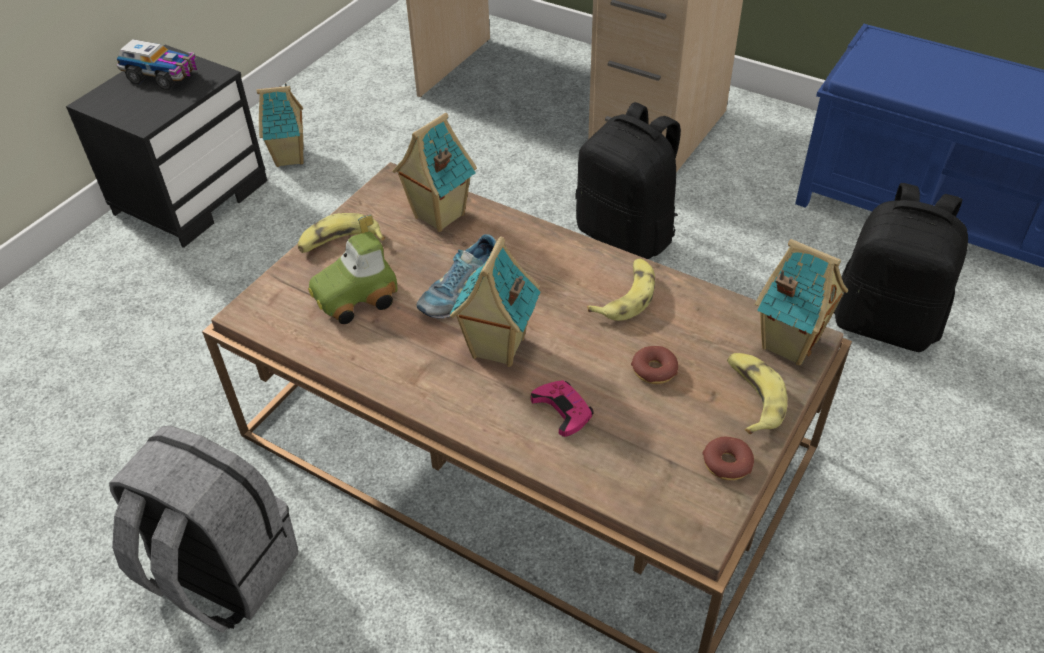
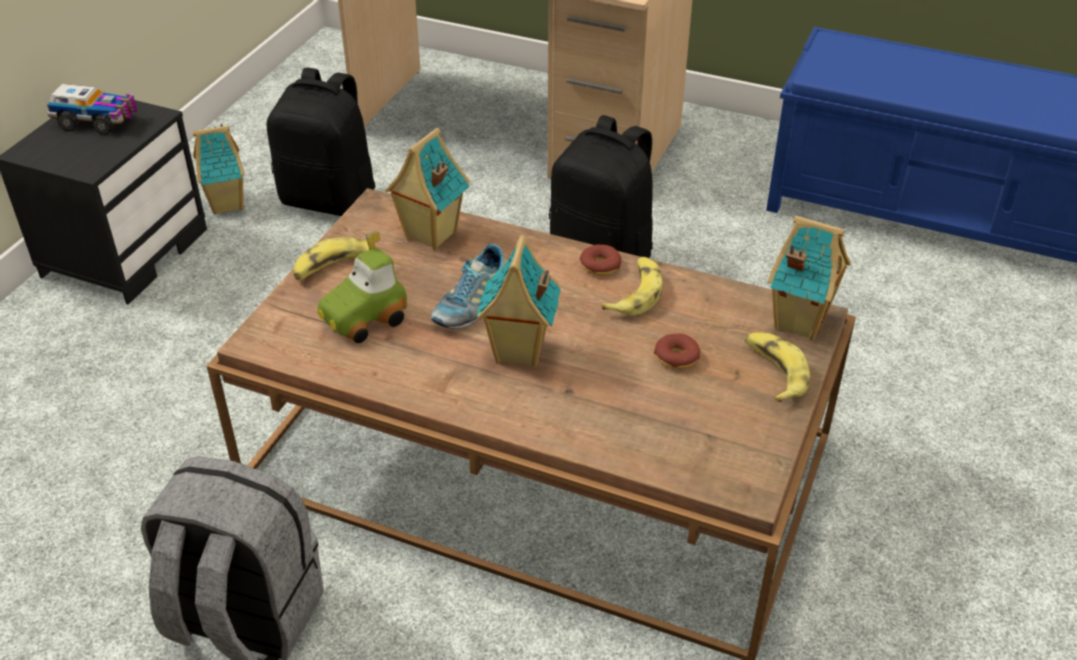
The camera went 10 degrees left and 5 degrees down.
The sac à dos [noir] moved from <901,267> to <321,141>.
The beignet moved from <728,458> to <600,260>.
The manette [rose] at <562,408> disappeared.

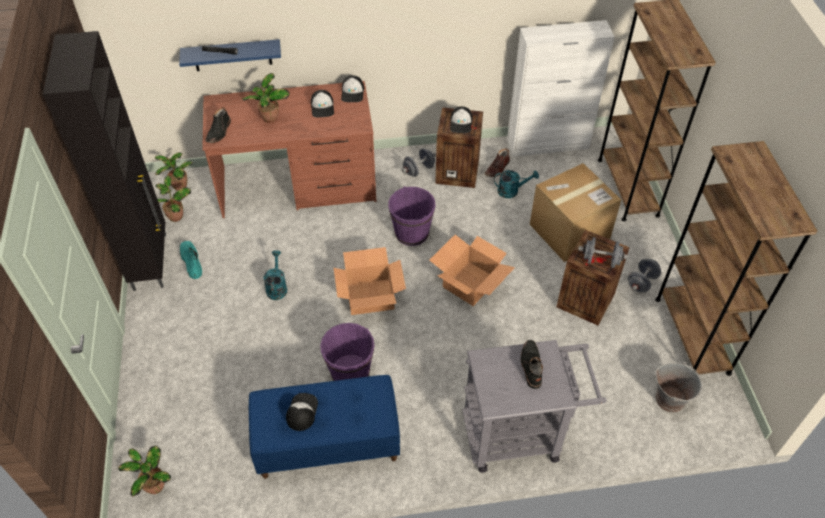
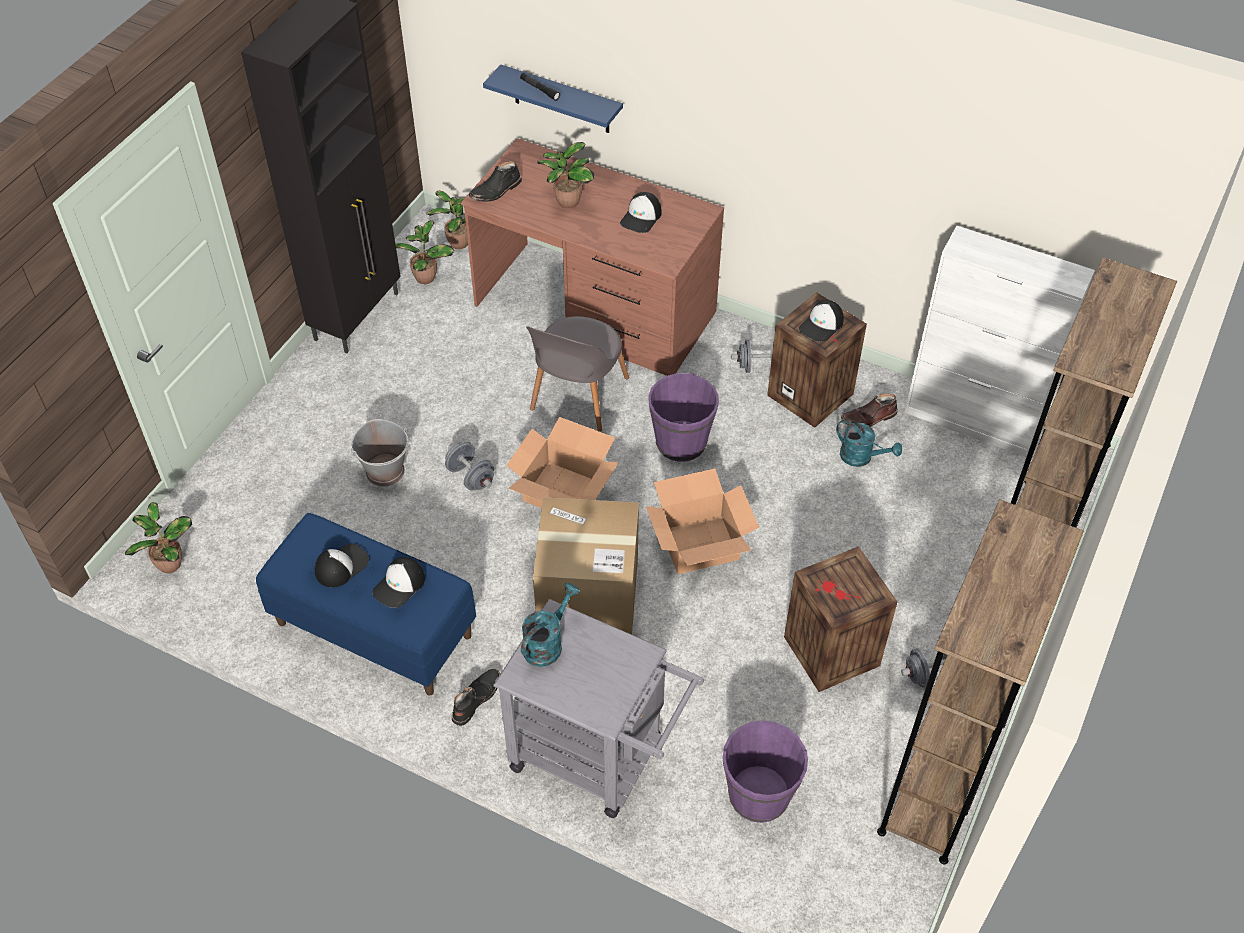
The camera went 35 degrees right and 0 degrees up.
The seau [gris] moved from <678,387> to <380,453>.
The casquette moved from <352,88> to <398,582>.
The haltère [gris] moved from <603,252> to <469,466>.
The botte [noir] moved from <532,364> to <476,697>.
The arrosoir [turquoise] moved from <275,275> to <550,625>.
The chaise [gris] at <577,374> appeared.
The carton moved from <575,212> to <586,565>.
The seau [violet] moved from <347,352> to <765,771>.
The botte [turquoise] at <191,260> disappeared.

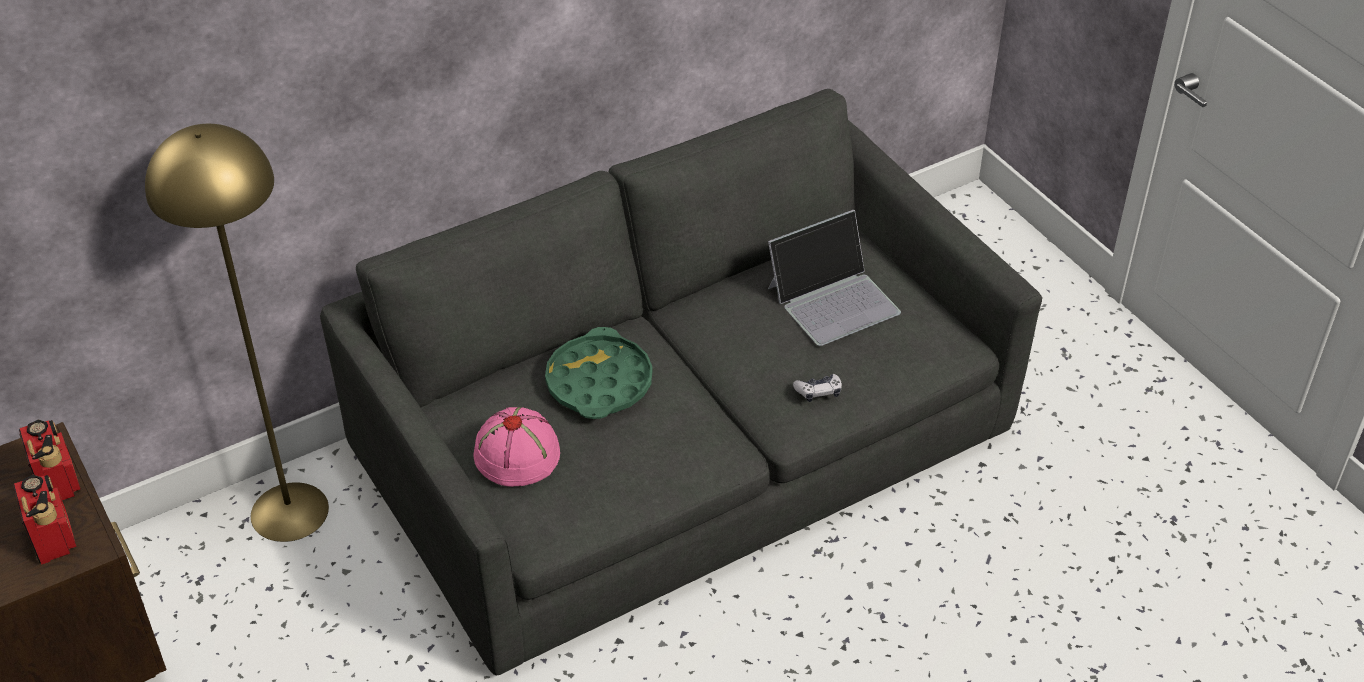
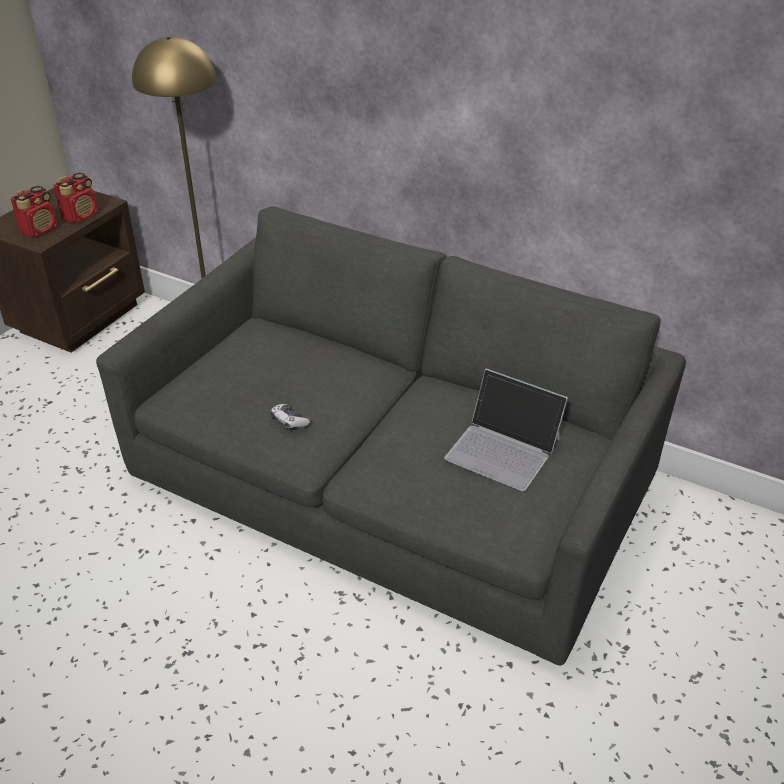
The camera went 60 degrees right and 5 degrees down.
The manette moved from <817,388> to <290,417>.
The chapeau [rose] at <516,447> disappeared.
The plateau [vert] at <598,373> disappeared.

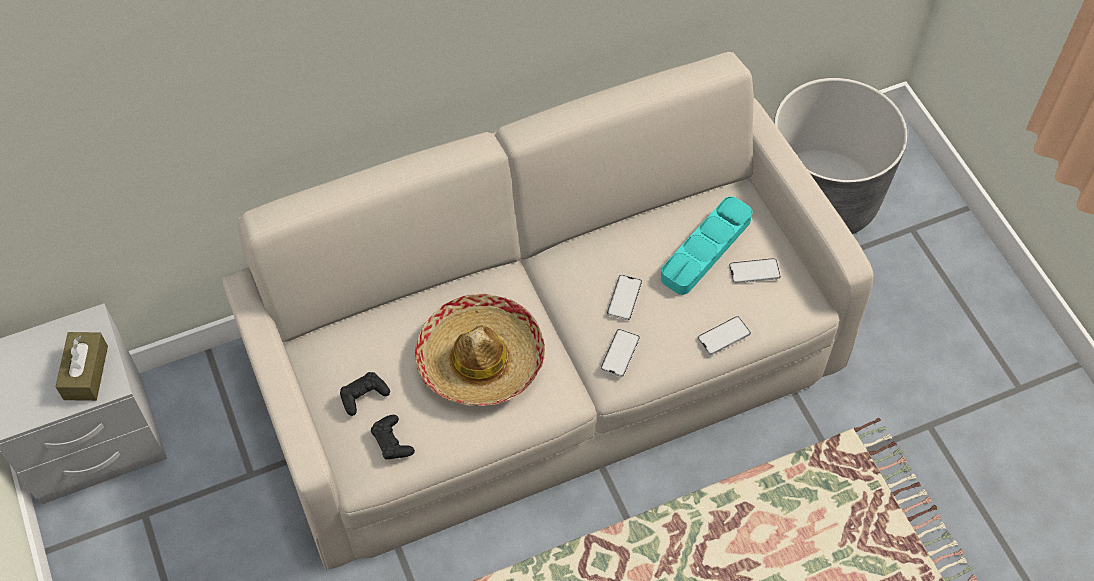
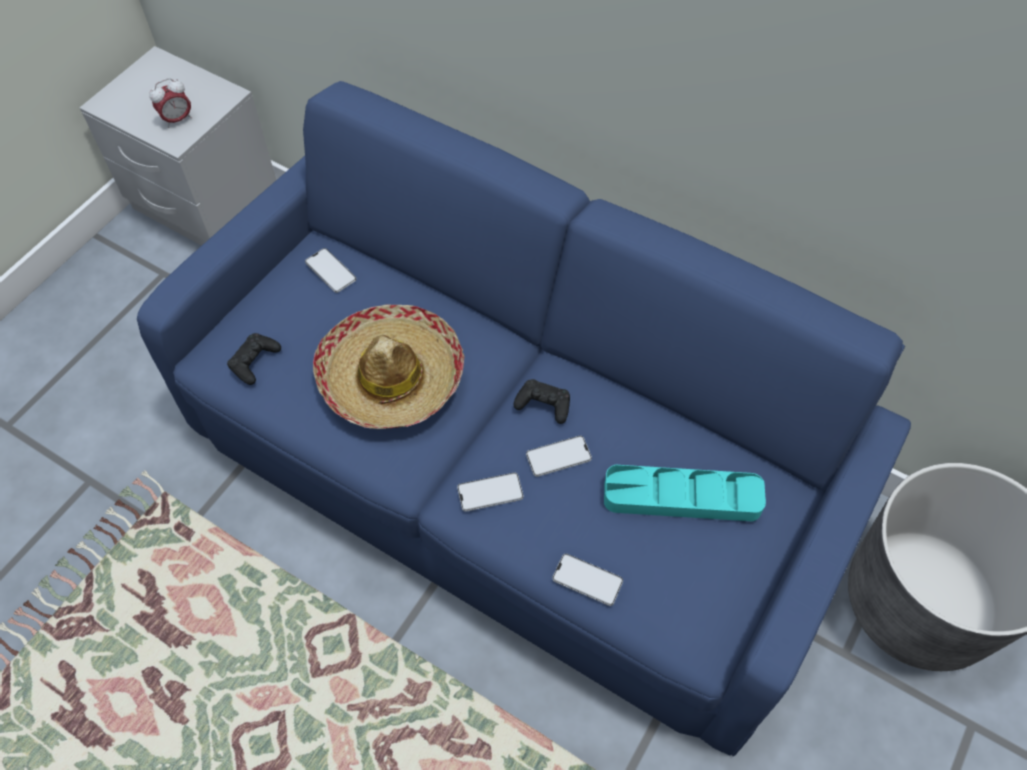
The camera went 55 degrees right and 0 degrees up.
The canapé [beige] at <548,311> became the canapé [bleu] at <524,418>.
The boîte à mouchoirs [marron] at <82,366> was replaced by the réveil at <170,103>.
The téléphone moved from <755,270> to <330,270>.
The manette [noir] moved from <365,394> to <541,401>.

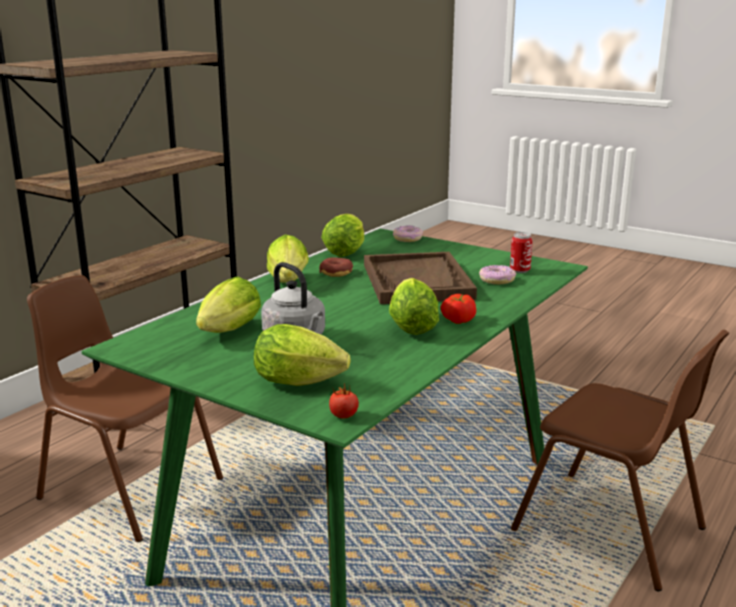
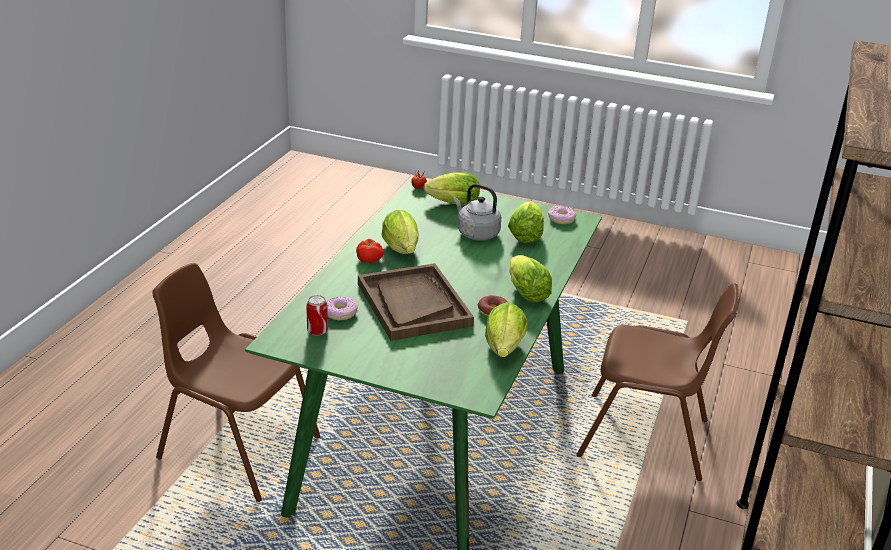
The camera went 165 degrees right and 10 degrees up.
The beignet moved from <408,233> to <562,215>.

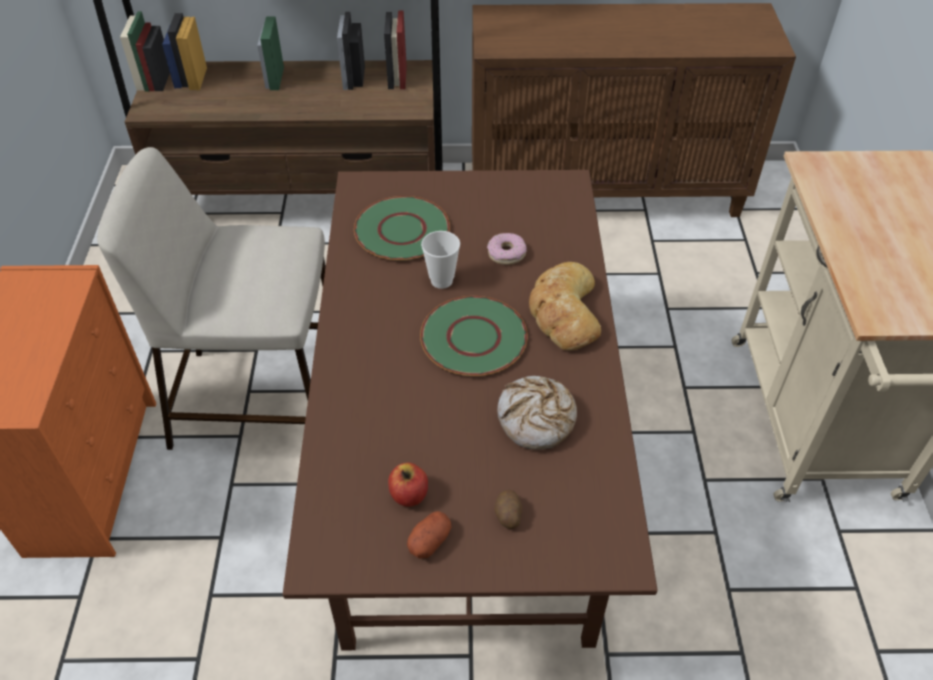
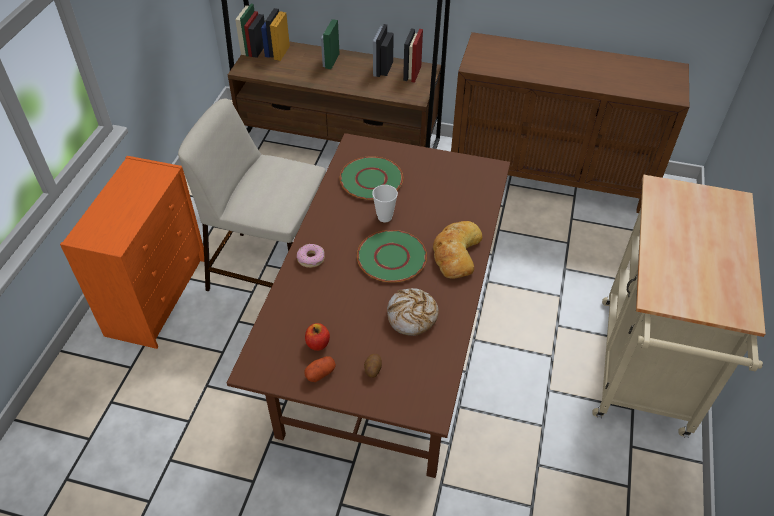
The camera went 15 degrees right and 0 degrees up.
The beignet moved from <507,249> to <311,256>.

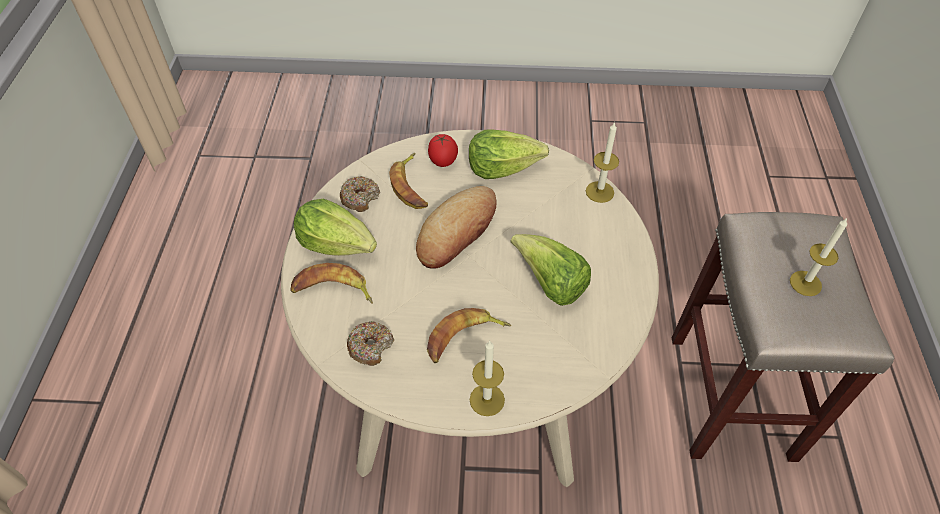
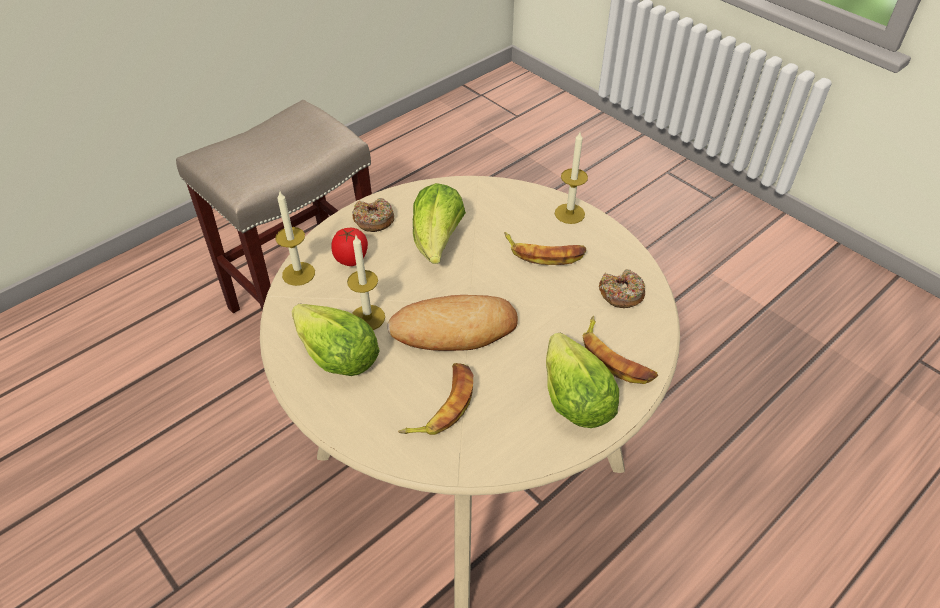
The camera went 135 degrees left and 5 degrees down.
The tomate moved from <443,150> to <349,247>.
The bougie moved from <818,257> to <366,283>.
The beignet moved from <360,194> to <373,215>.

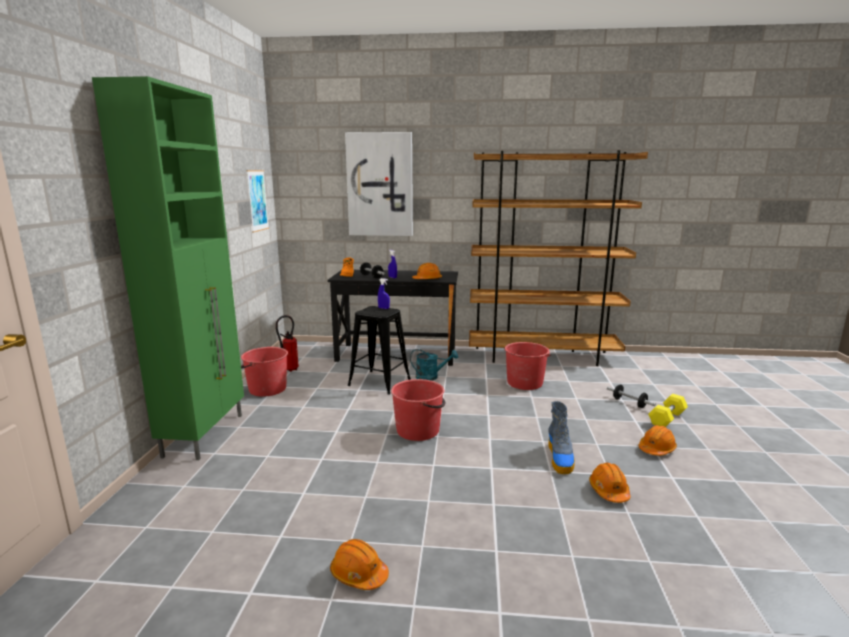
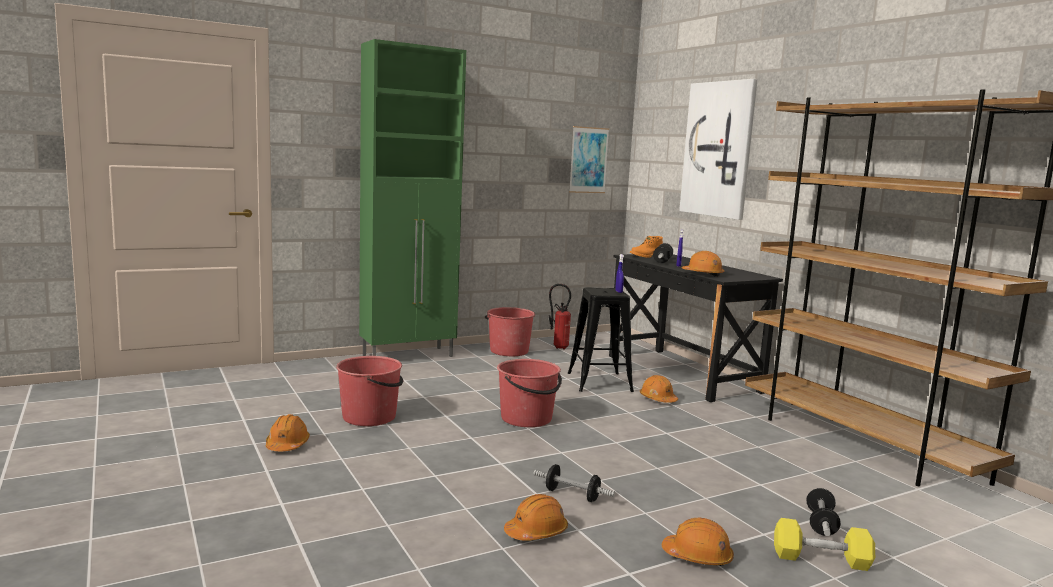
The camera went 55 degrees right and 5 degrees down.
The seau [rouge] moved from <527,366> to <370,391>.
The botte at <561,437> was replaced by the haltère at <574,483>.
The arrosoir [turquoise] at <434,365> was replaced by the casque de chantier [orange] at <659,389>.

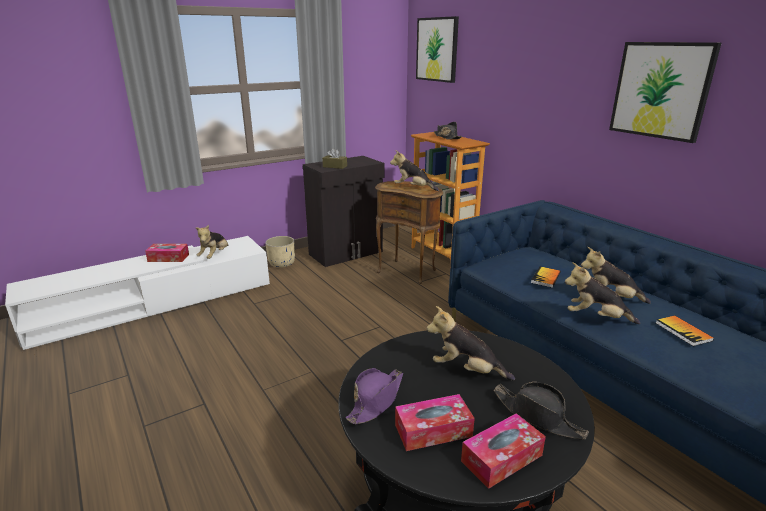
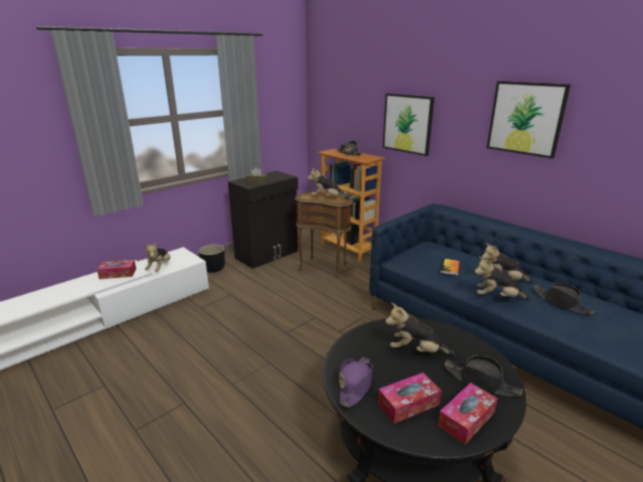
The camera went 10 degrees left and 0 degrees up.
The cache-pot [beige] at <280,252> became the cache-pot [noir] at <212,258>.
The tableau moved from <437,49> to <409,124>.
The livre at <685,331> was replaced by the chapeau [noir] at <564,298>.

